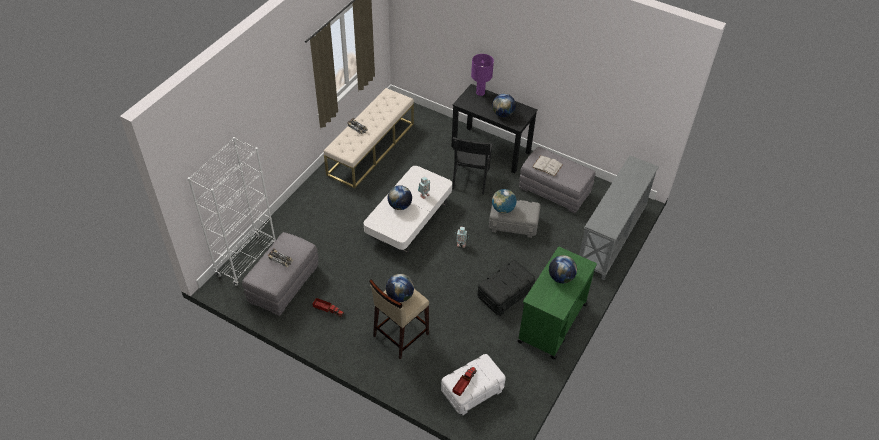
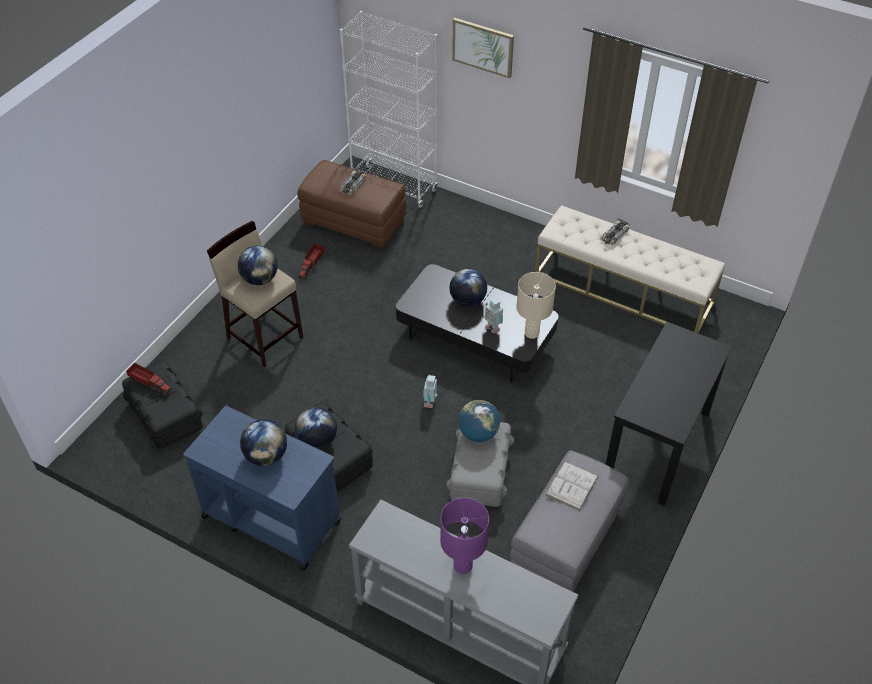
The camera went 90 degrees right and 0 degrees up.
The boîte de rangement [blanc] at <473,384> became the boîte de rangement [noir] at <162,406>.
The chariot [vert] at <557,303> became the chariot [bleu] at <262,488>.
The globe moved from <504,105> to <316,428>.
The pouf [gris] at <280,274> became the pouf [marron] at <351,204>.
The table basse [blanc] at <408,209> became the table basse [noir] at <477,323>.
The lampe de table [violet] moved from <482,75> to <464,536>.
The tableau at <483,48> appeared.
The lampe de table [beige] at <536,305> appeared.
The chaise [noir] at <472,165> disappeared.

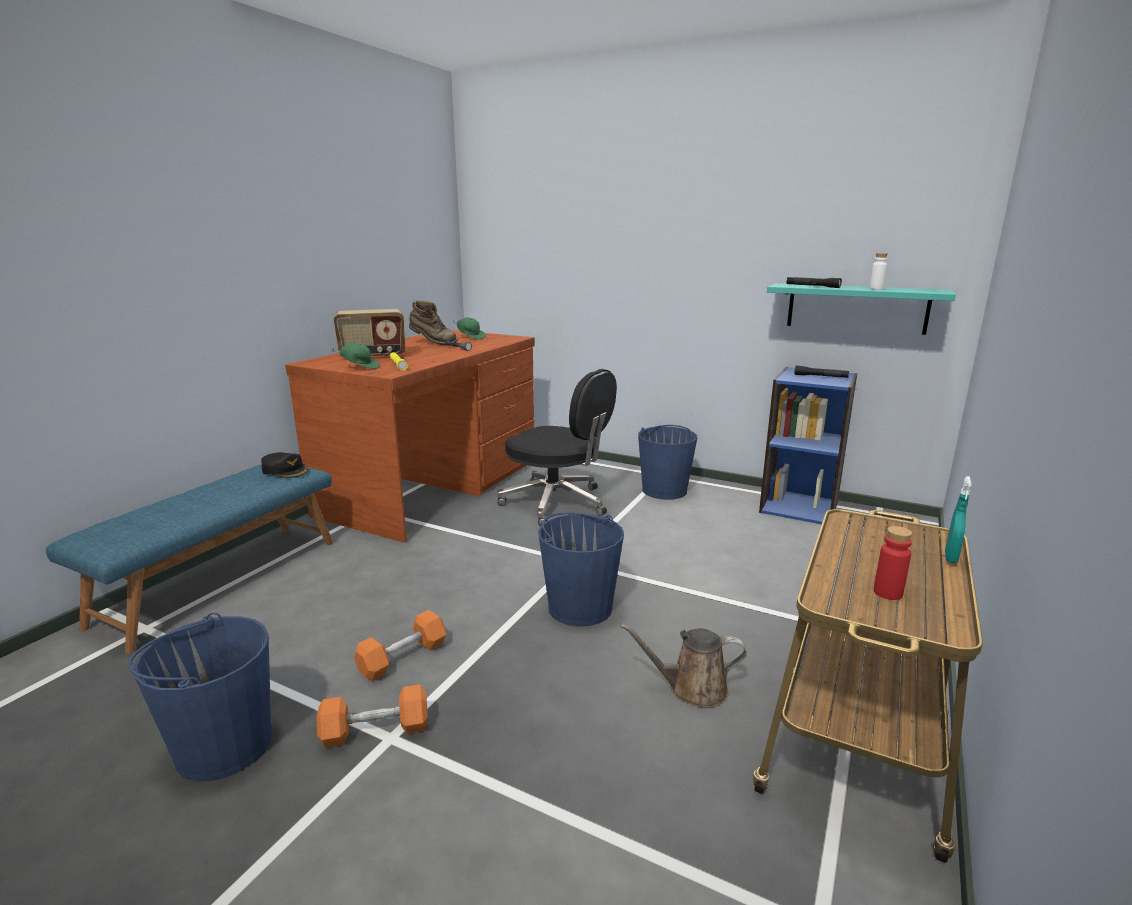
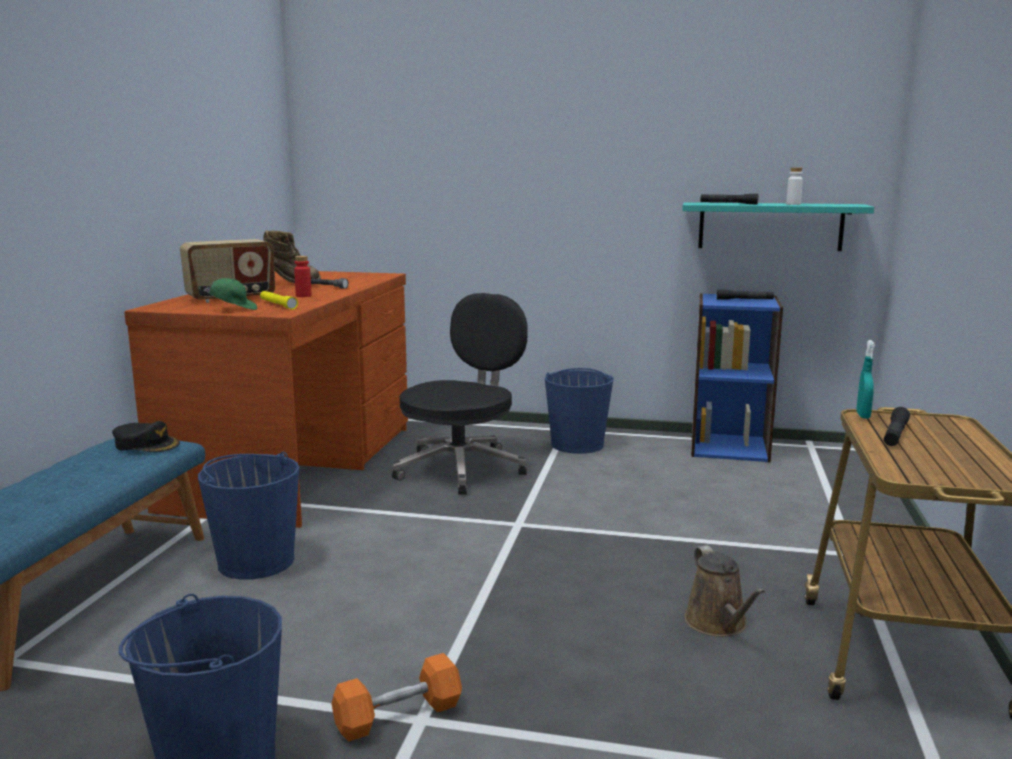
The camera went 15 degrees left and 5 degrees down.
The seau [bleu] moved from <581,569> to <248,516>.
The bouteille [rouge] moved from <893,563> to <303,276>.
The chaise de bureau [noir] at <557,447> turned 75 degrees counterclockwise.
The arrosoir [marron] at <683,666> turned 90 degrees counterclockwise.
The vaporisateur [turquoise] moved from <958,519> to <865,379>.
The lampe de poche [noir] at <897,426> appeared.
The haltère [orange] at <400,645> disappeared.
The casquette [vert] at <469,328> disappeared.

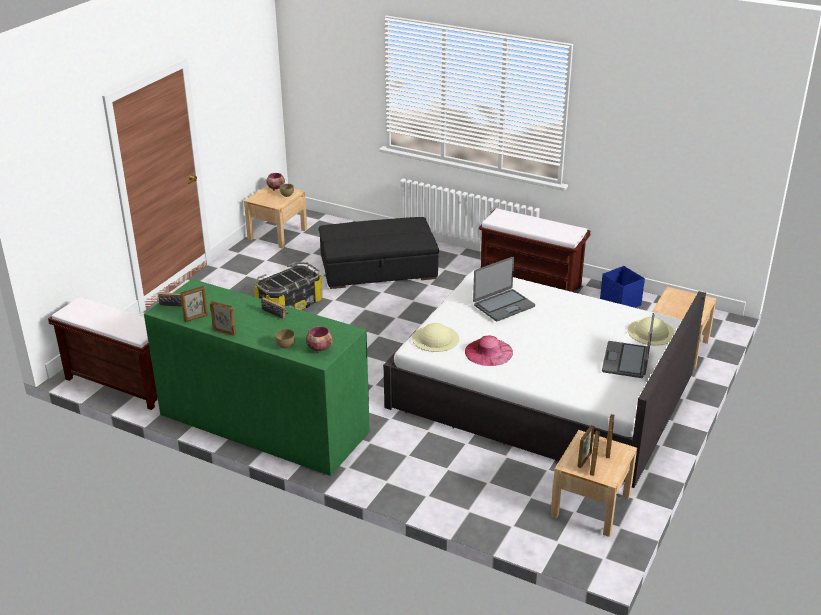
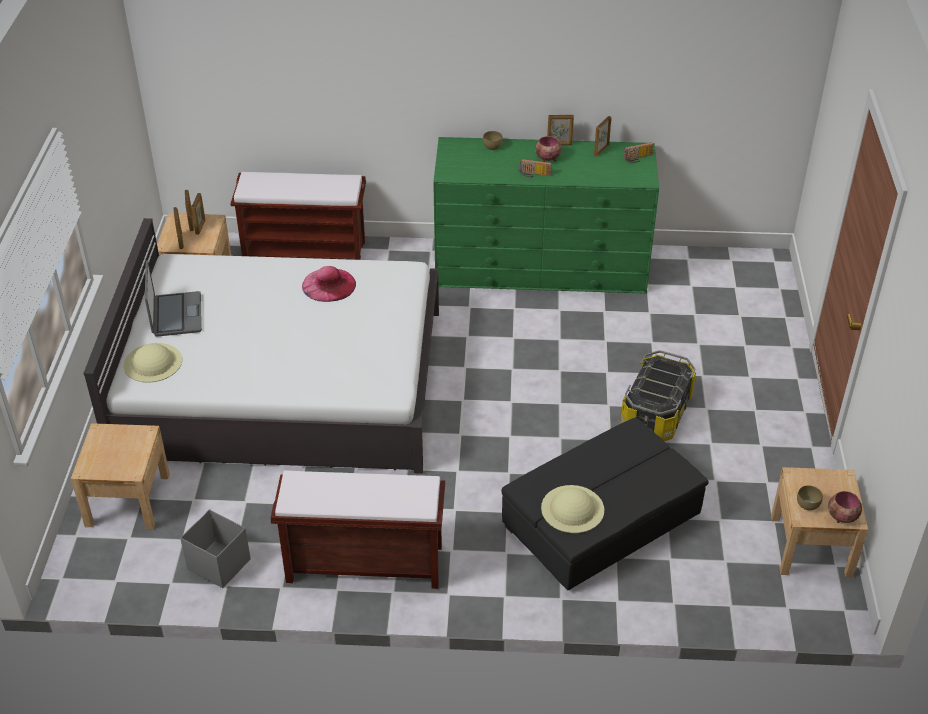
The camera went 155 degrees right and 10 degrees up.
The boîte de rangement [bleu] at <622,287> became the boîte de rangement [gris] at <215,548>.
The banc [marron] moved from <103,353> to <298,216>.
The bol moved from <319,339> to <548,149>.
The chapeau [beige] moved from <435,337> to <572,509>.
The ordinateur portable at <504,289> disappeared.

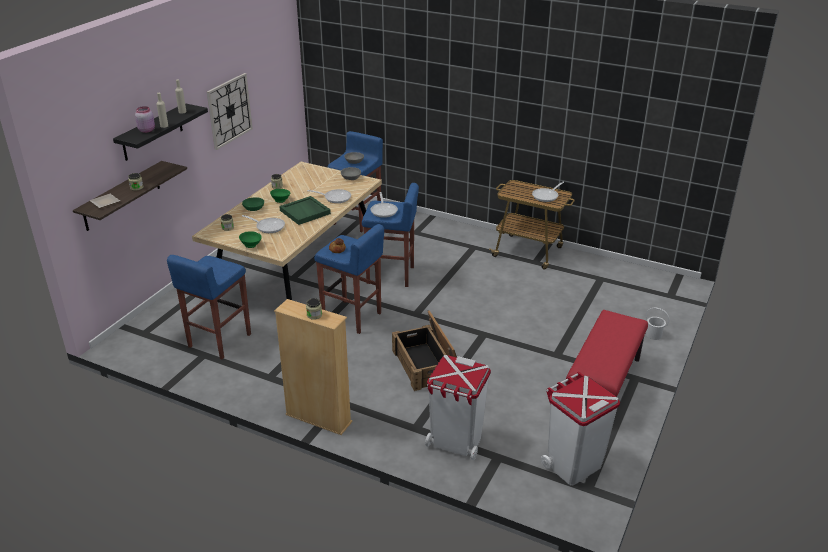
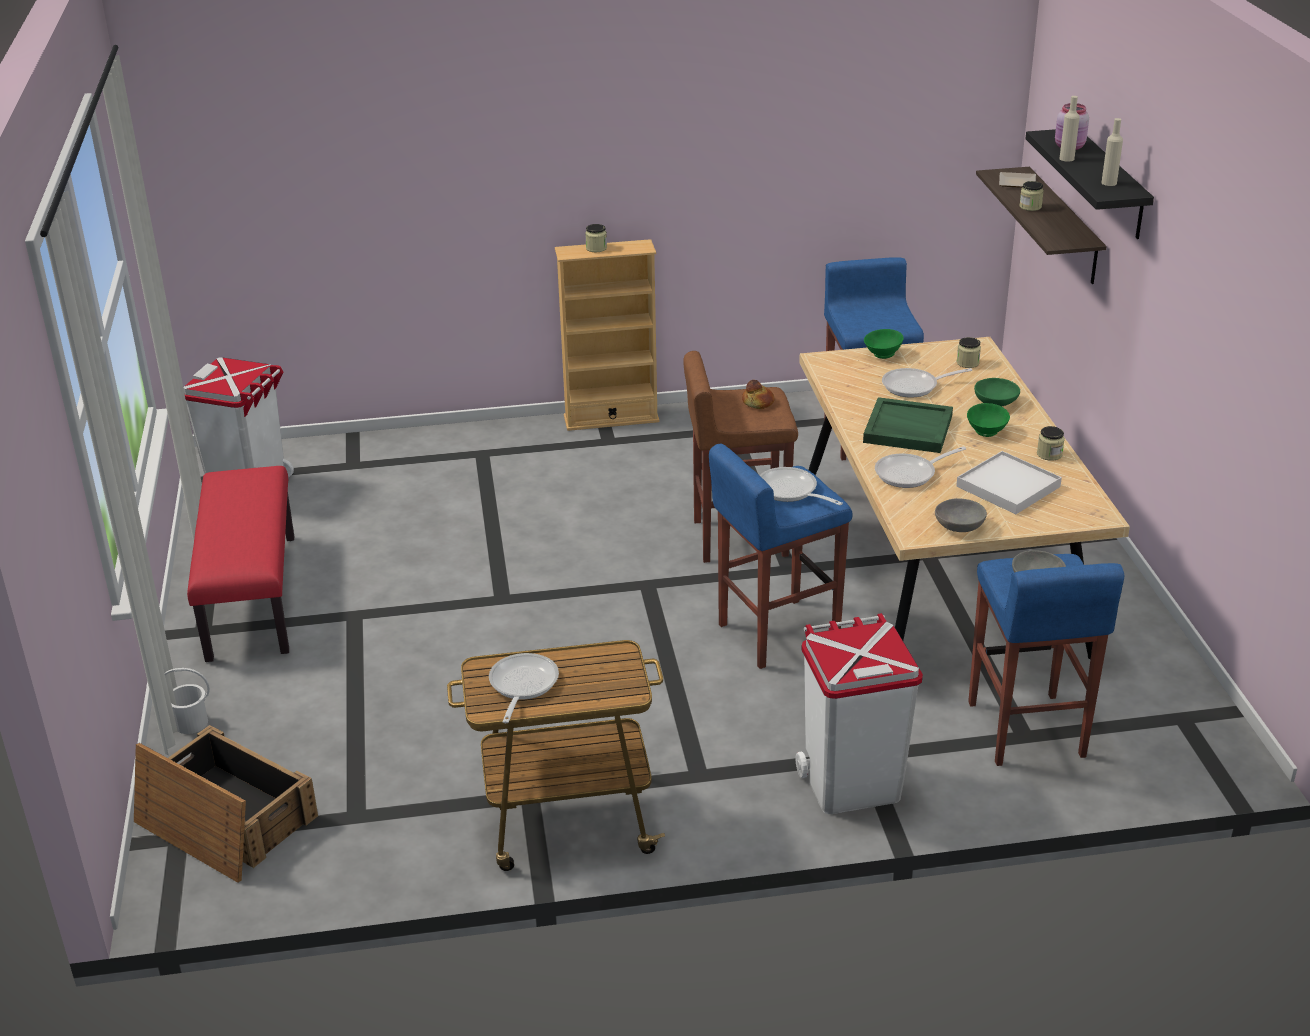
The camera went 145 degrees right and 0 degrees up.
The caisse moved from <424,350> to <226,804>.
The tabouret [bleu] at <349,279> became the tabouret [marron] at <740,457>.
The poubelle [blanc] moved from <458,407> to <859,713>.
The plateau [blanc] at <1009,482> appeared.
The horloge murale at <230,111> disappeared.

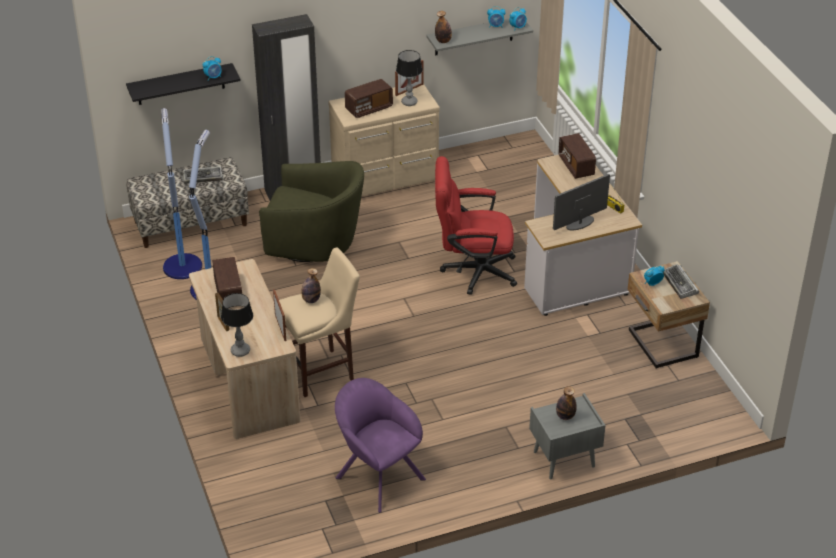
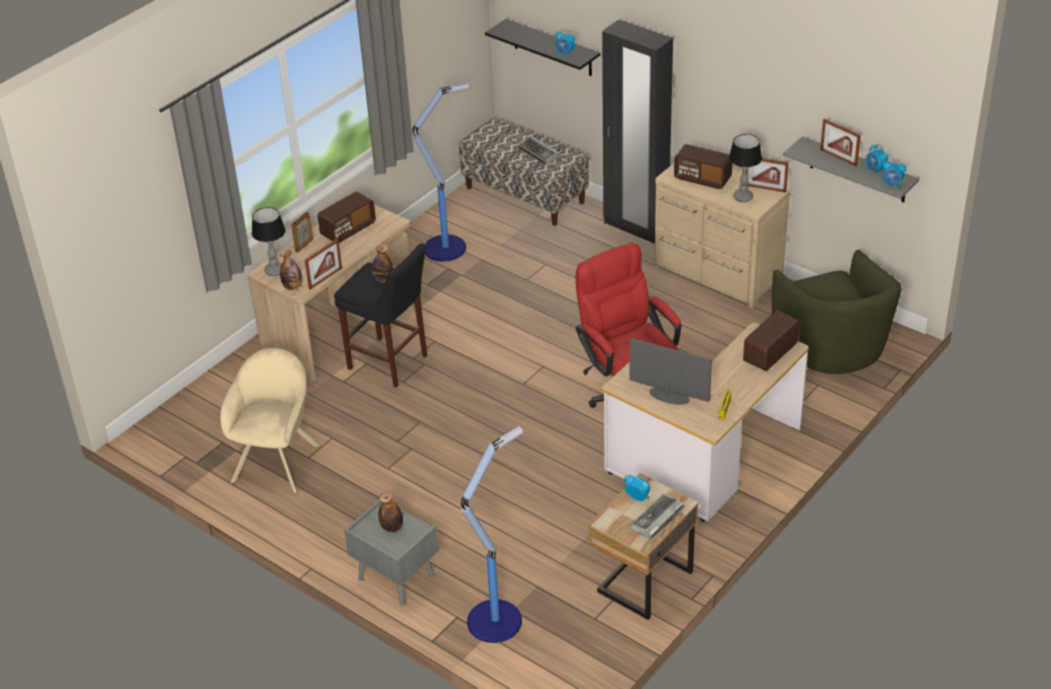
The camera went 60 degrees right and 0 degrees up.
The fauteuil [violet] at <380,445> became the fauteuil [beige] at <270,421>.
The bouteille moved from <443,27> to <291,270>.
The tabouret [beige] at <319,322> became the tabouret [noir] at <380,315>.
The lampadaire moved from <181,193> to <492,534>.
The fauteuil [vert] moved from <311,211> to <837,312>.
The cadre photo at <840,143> appeared.

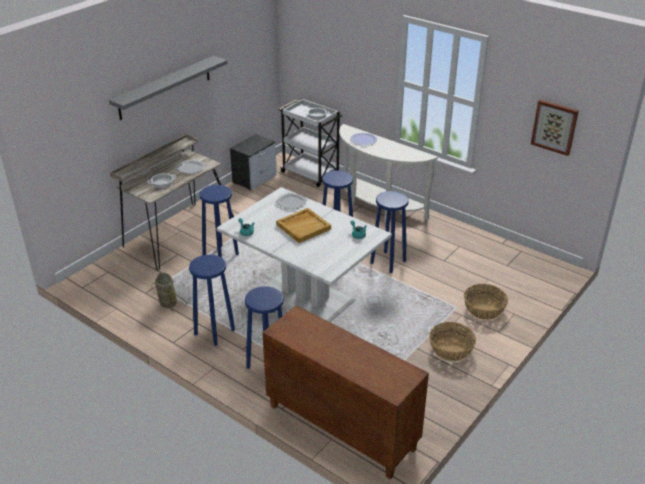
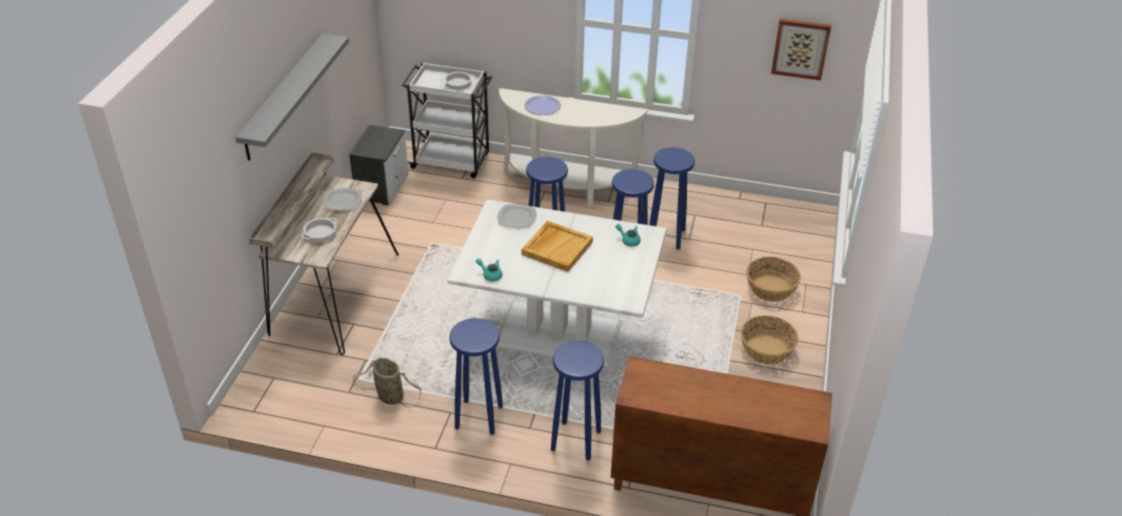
The camera went 25 degrees left and 5 degrees up.
The tabouret [bleu] moved from <219,221> to <672,198>.

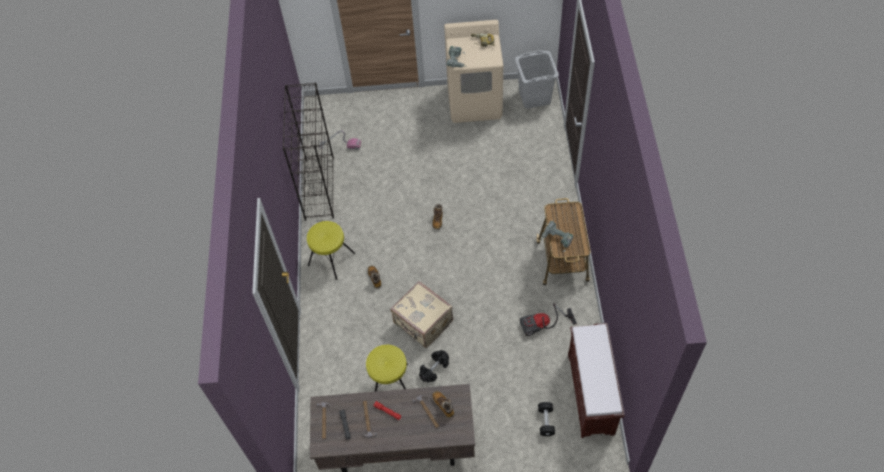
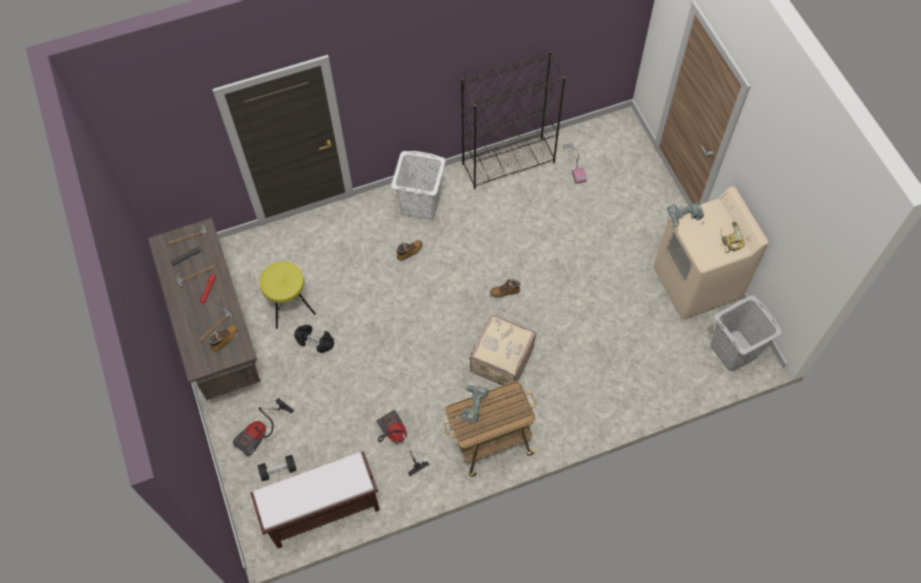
The camera went 70 degrees right and 5 degrees up.
The aspirateur at <263,427> appeared.
The tabouret [jaune] at <331,250> was replaced by the panier à linge [blanc] at <418,185>.
The valise [beige] moved from <421,314> to <503,349>.

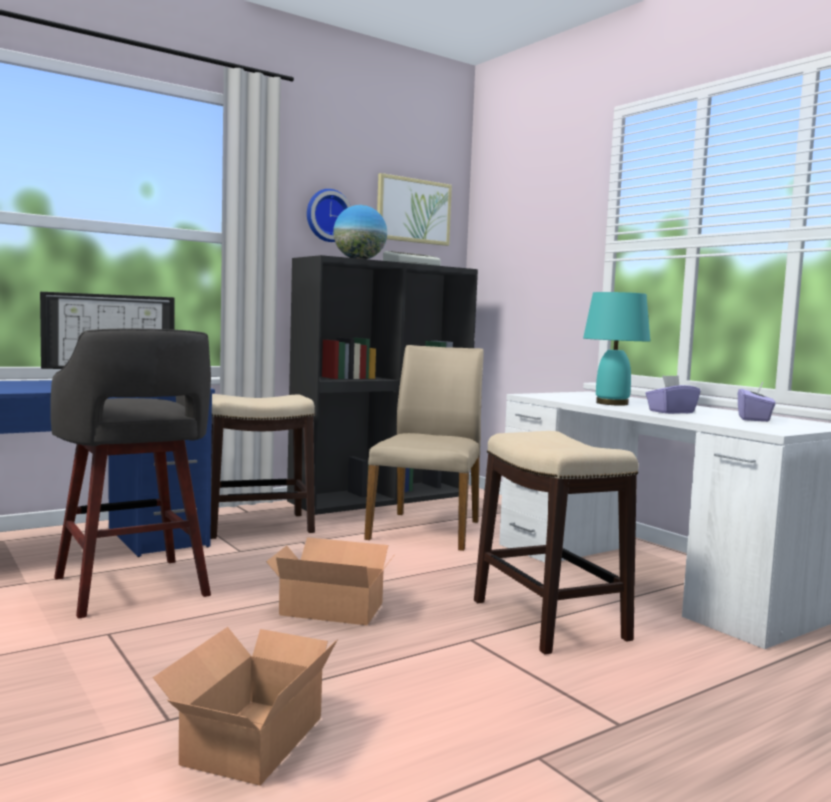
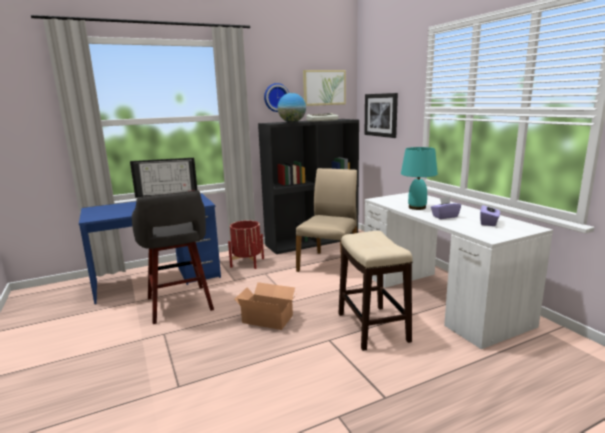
The camera went 10 degrees right and 10 degrees up.
The tabouret at <262,466> was replaced by the cache-pot [rouge] at <246,244>.
The tableau at <381,115> appeared.
The carton at <245,706> disappeared.

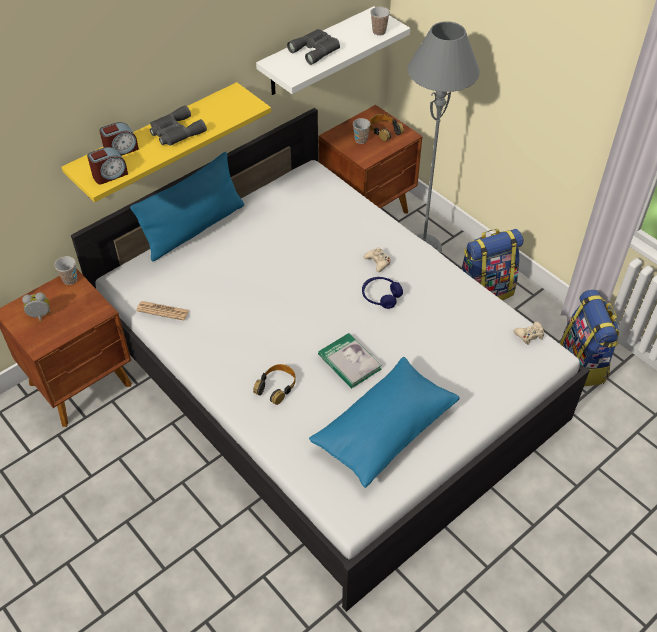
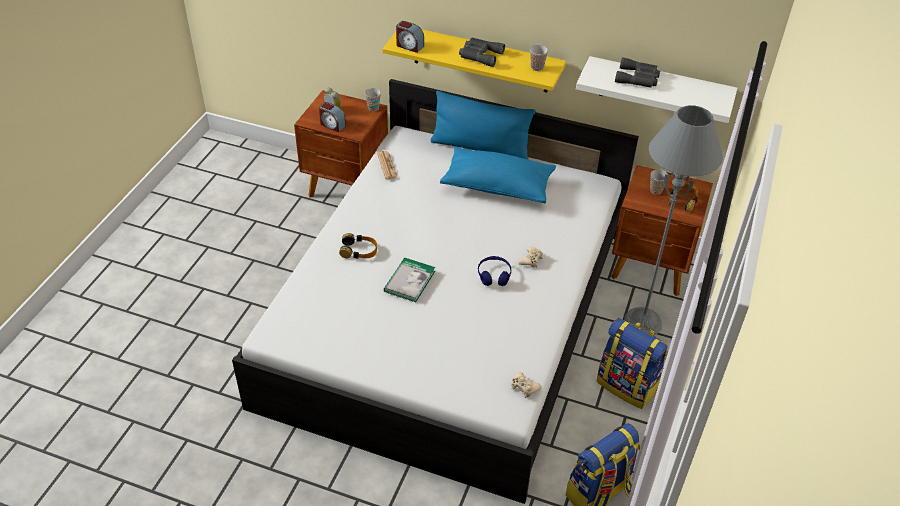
The camera went 60 degrees right and 5 degrees down.
The réveil moved from <119,139> to <332,117>.
The coussin [bleu] moved from <384,422> to <498,175>.
The tasse moved from <380,21> to <539,58>.

